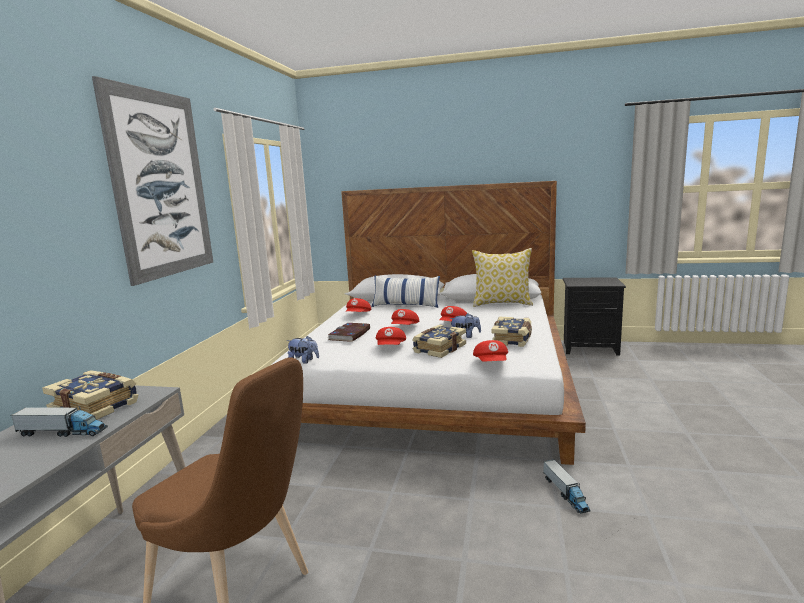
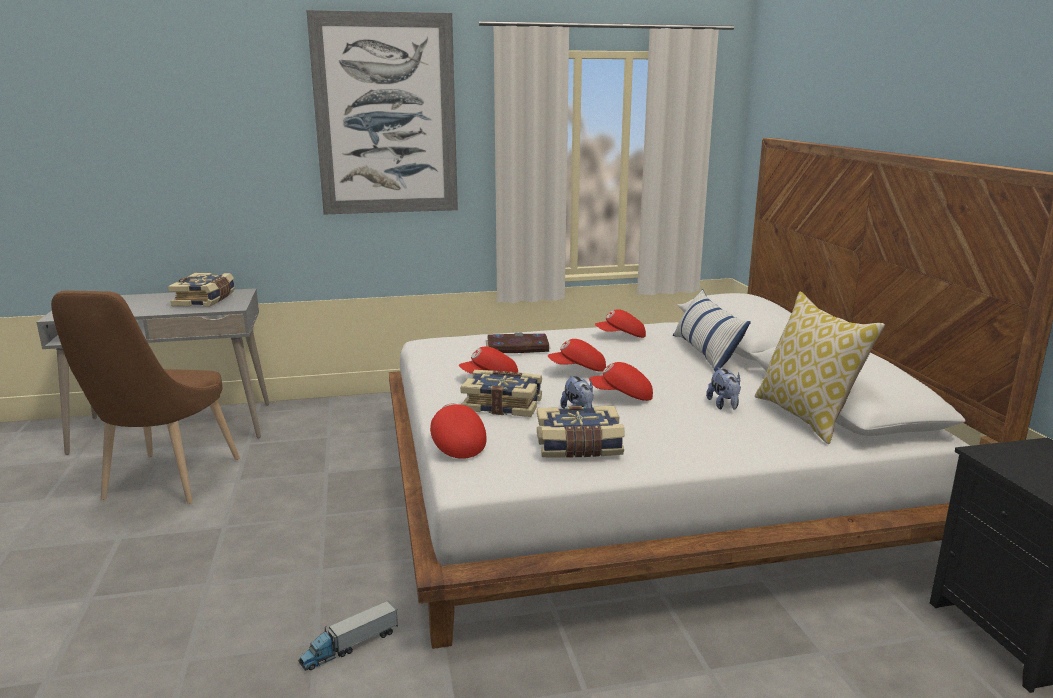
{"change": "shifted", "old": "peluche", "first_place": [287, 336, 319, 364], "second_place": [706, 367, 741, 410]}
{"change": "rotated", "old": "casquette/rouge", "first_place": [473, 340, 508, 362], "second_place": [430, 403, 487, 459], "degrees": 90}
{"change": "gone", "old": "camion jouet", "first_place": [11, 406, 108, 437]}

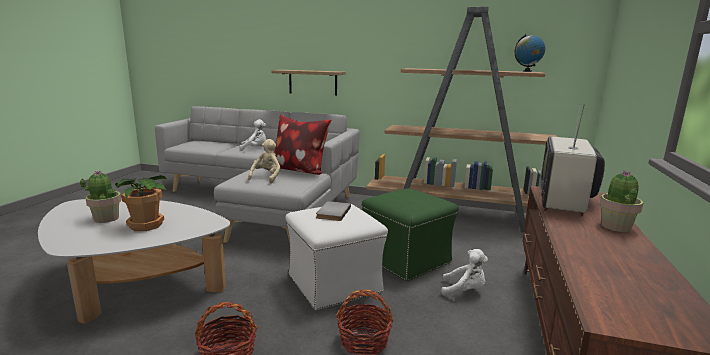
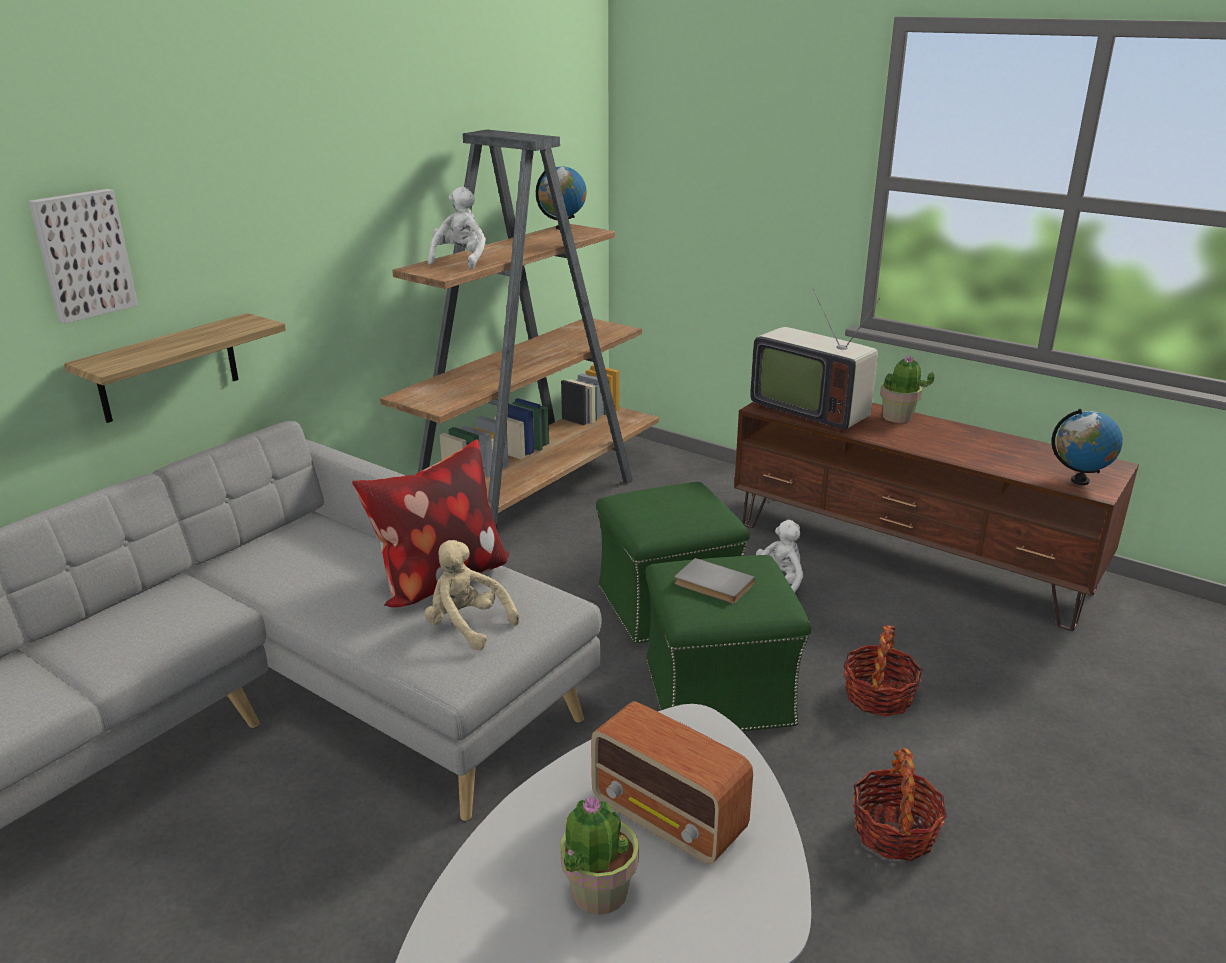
{"change": "shifted", "old": "peluche/blanc", "first_place": [240, 119, 267, 151], "second_place": [428, 187, 486, 269]}
{"change": "swapped", "old": "plante en pot", "new": "radio", "first_place": [115, 175, 167, 231], "second_place": [591, 701, 753, 864]}
{"change": "repainted", "old": "pouf/blanc", "new": "pouf/vert", "first_place": [286, 204, 388, 311], "second_place": [645, 555, 812, 731]}
{"change": "new", "new": "tableau", "second_place": [29, 189, 138, 324]}
{"change": "new", "new": "globe", "second_place": [1052, 409, 1123, 485]}

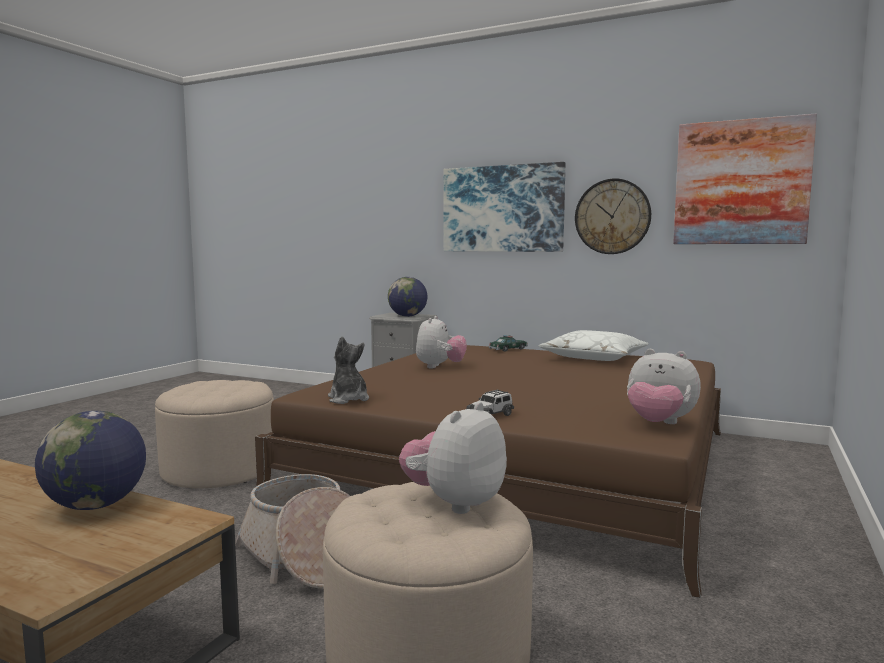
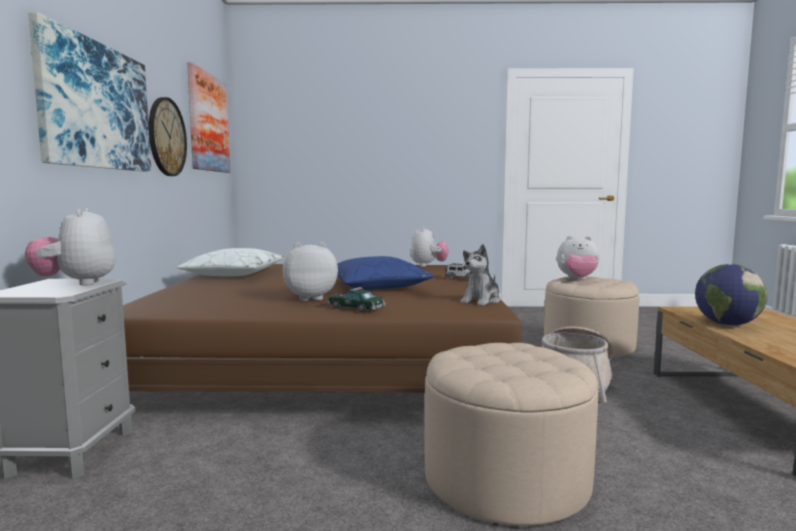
{"change": "swapped", "old": "globe", "new": "peluche", "first_place": [388, 277, 427, 317], "second_place": [25, 208, 116, 286]}
{"change": "shifted", "old": "petite voiture", "first_place": [489, 335, 528, 352], "second_place": [327, 287, 385, 312]}
{"change": "new", "new": "coussin/bleu", "second_place": [337, 256, 434, 290]}

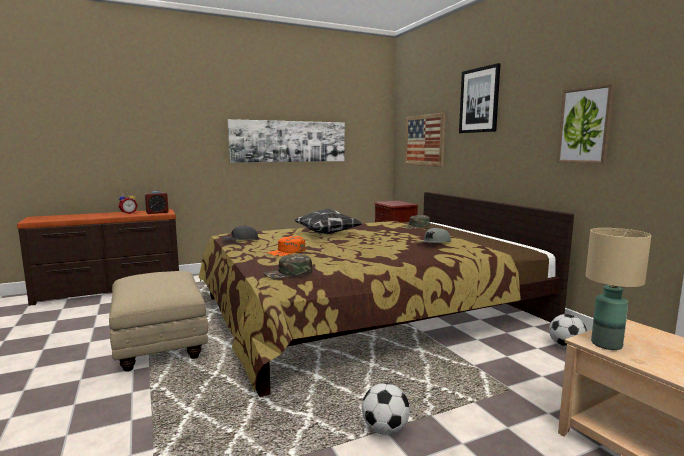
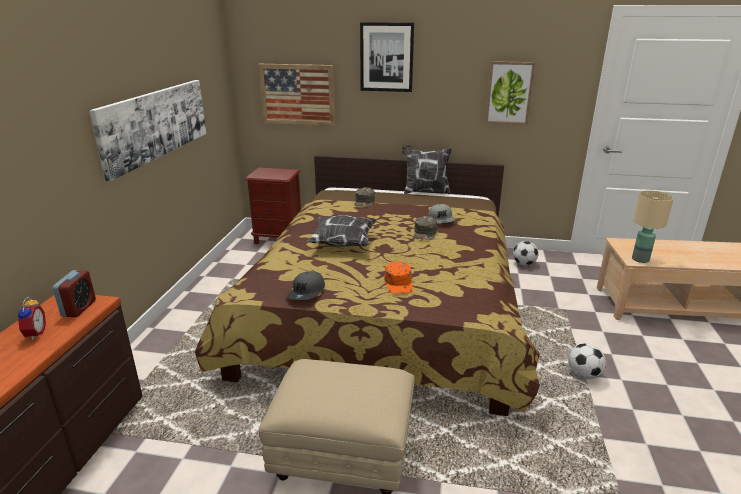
{"change": "shifted", "old": "casquette/vert", "first_place": [263, 254, 312, 279], "second_place": [414, 216, 437, 240]}
{"change": "new", "new": "coussin", "second_place": [402, 145, 452, 194]}

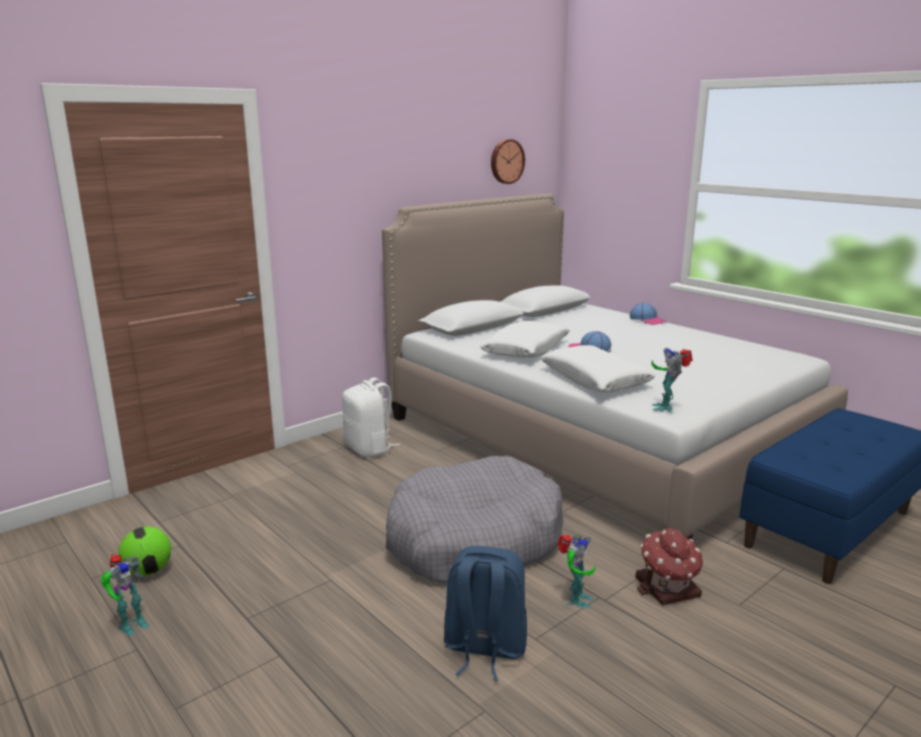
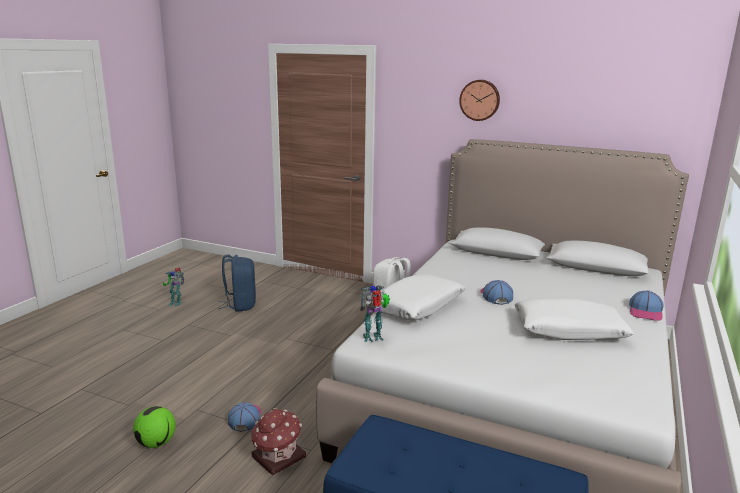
{"change": "shifted", "old": "horloge murale", "first_place": [491, 139, 525, 184], "second_place": [459, 80, 500, 121]}
{"change": "shifted", "old": "coussin/blanc", "first_place": [480, 321, 570, 358], "second_place": [514, 298, 634, 340]}
{"change": "gone", "old": "panier pour chien/gris", "first_place": [386, 456, 563, 583]}
{"change": "shifted", "old": "ballon de foot", "first_place": [118, 526, 171, 576], "second_place": [133, 406, 176, 448]}
{"change": "swapped", "old": "robot jouet", "new": "casquette", "first_place": [557, 534, 596, 608], "second_place": [228, 402, 261, 432]}
{"change": "shifted", "old": "sac à dos/bleu", "first_place": [444, 546, 527, 681], "second_place": [218, 255, 256, 312]}

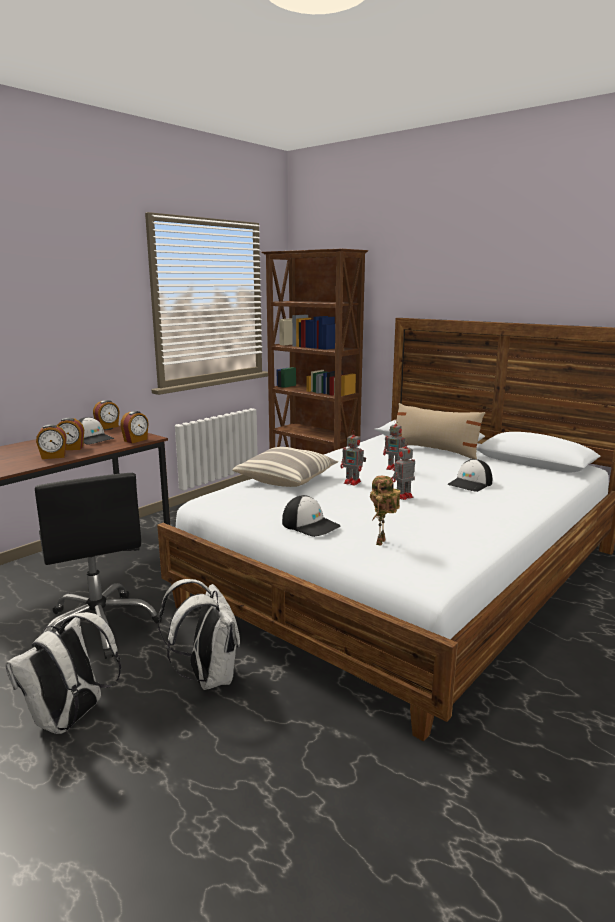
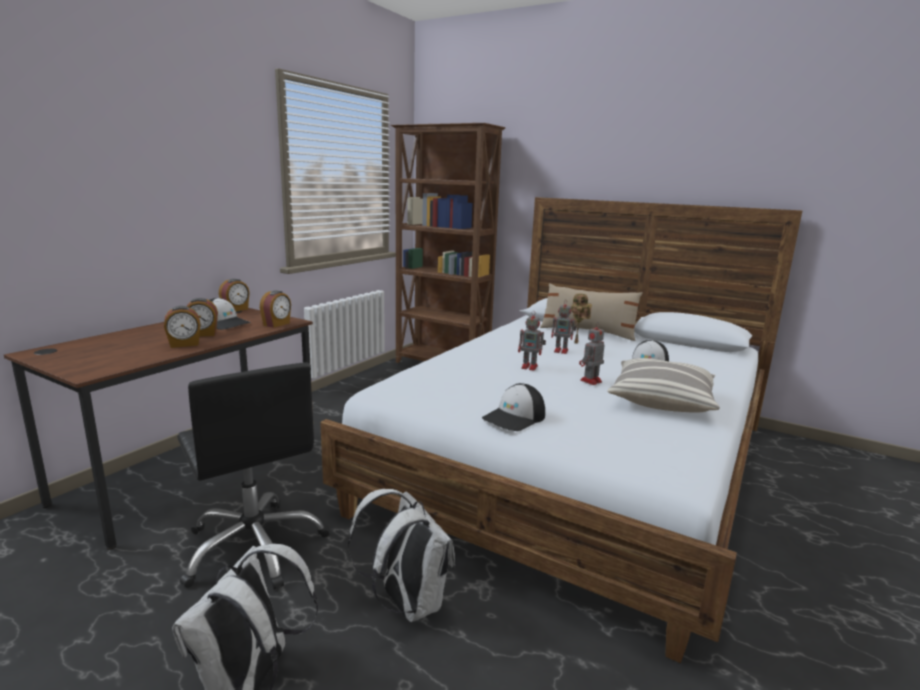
{"change": "shifted", "old": "coussin", "first_place": [232, 447, 339, 487], "second_place": [607, 358, 720, 413]}
{"change": "shifted", "old": "robot jouet", "first_place": [370, 476, 401, 546], "second_place": [571, 294, 592, 344]}
{"change": "rotated", "old": "casquette", "first_place": [282, 495, 340, 537], "second_place": [482, 383, 545, 431], "degrees": 105}

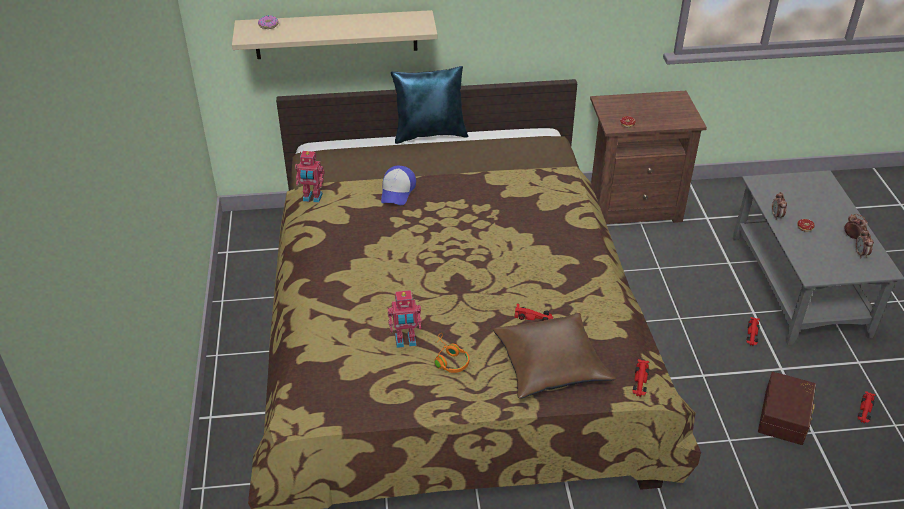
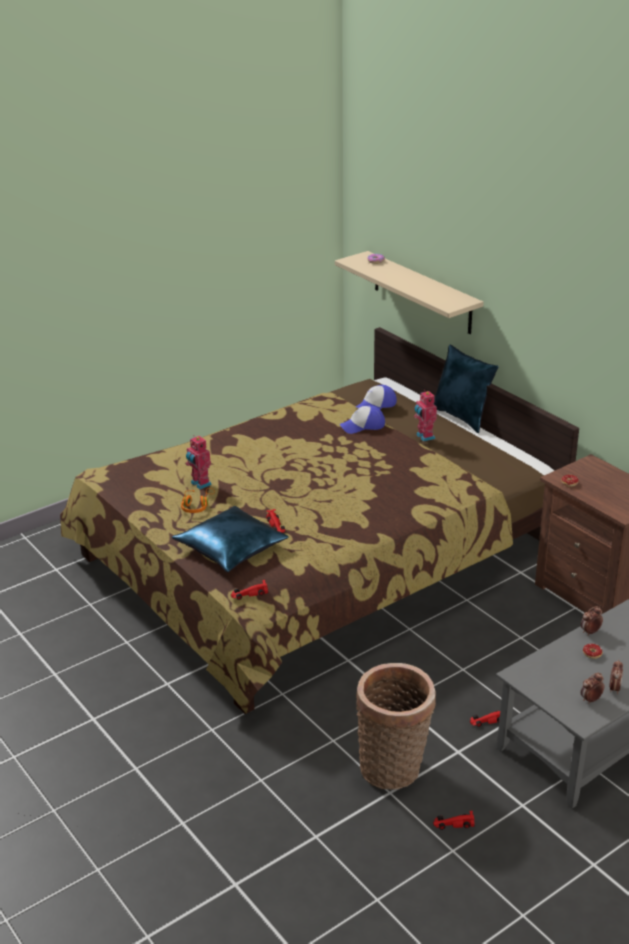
{"change": "shifted", "old": "robot jouet", "first_place": [295, 151, 325, 203], "second_place": [414, 390, 437, 442]}
{"change": "repainted", "old": "coussin/marron", "new": "coussin/bleu", "first_place": [493, 313, 616, 399], "second_place": [172, 506, 289, 572]}
{"change": "swapped", "old": "boîte de rangement/marron", "new": "panier", "first_place": [758, 372, 816, 445], "second_place": [356, 663, 436, 790]}
{"change": "new", "new": "casquette", "second_place": [356, 385, 397, 409]}

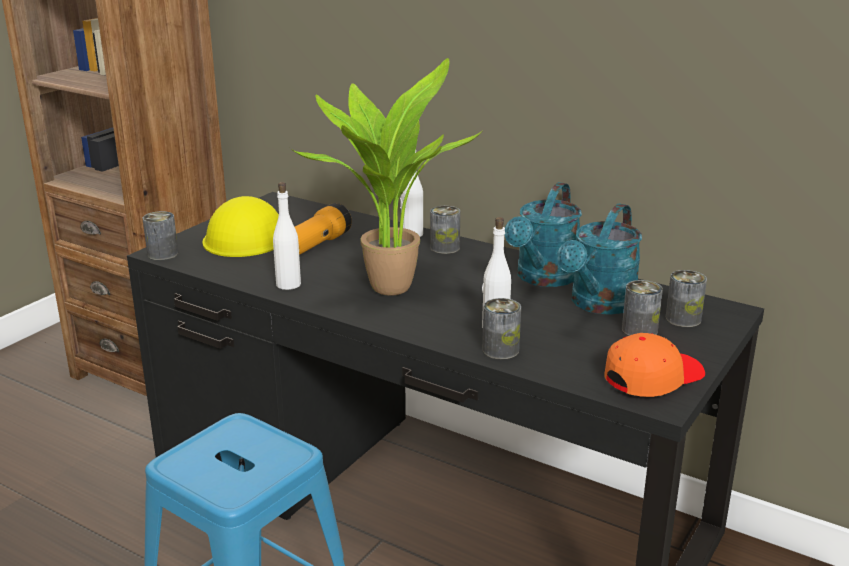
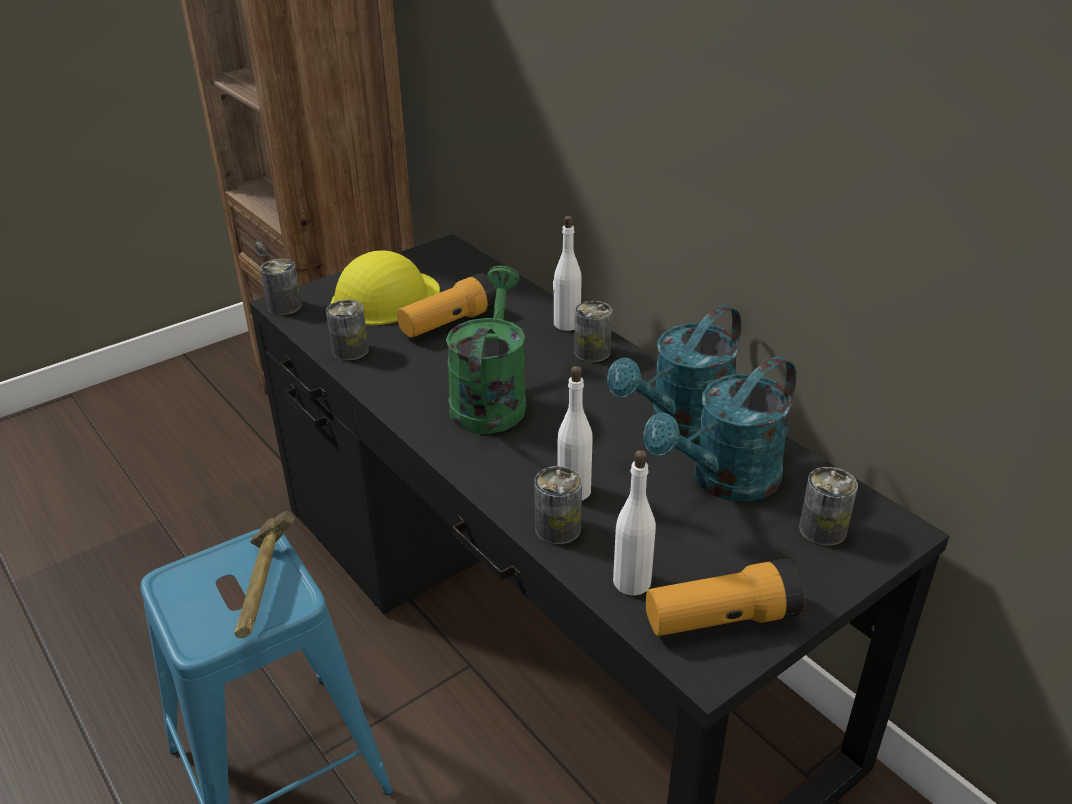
{"change": "swapped", "old": "plante en pot", "new": "arrosoir/vert", "first_place": [290, 58, 484, 296], "second_place": [446, 266, 526, 434]}
{"change": "shifted", "old": "bouteille/blanc", "first_place": [273, 182, 301, 290], "second_place": [613, 450, 656, 596]}
{"change": "shifted", "old": "boîte métallique", "first_place": [622, 280, 663, 336], "second_place": [326, 300, 369, 361]}
{"change": "swapped", "old": "casquette/orange", "new": "lampe de poche", "first_place": [604, 333, 705, 397], "second_place": [646, 559, 805, 636]}
{"change": "new", "new": "marteau", "second_place": [235, 511, 295, 638]}

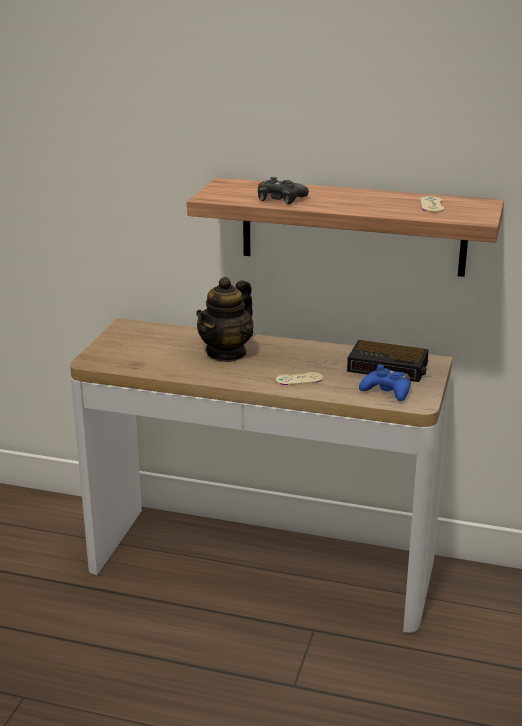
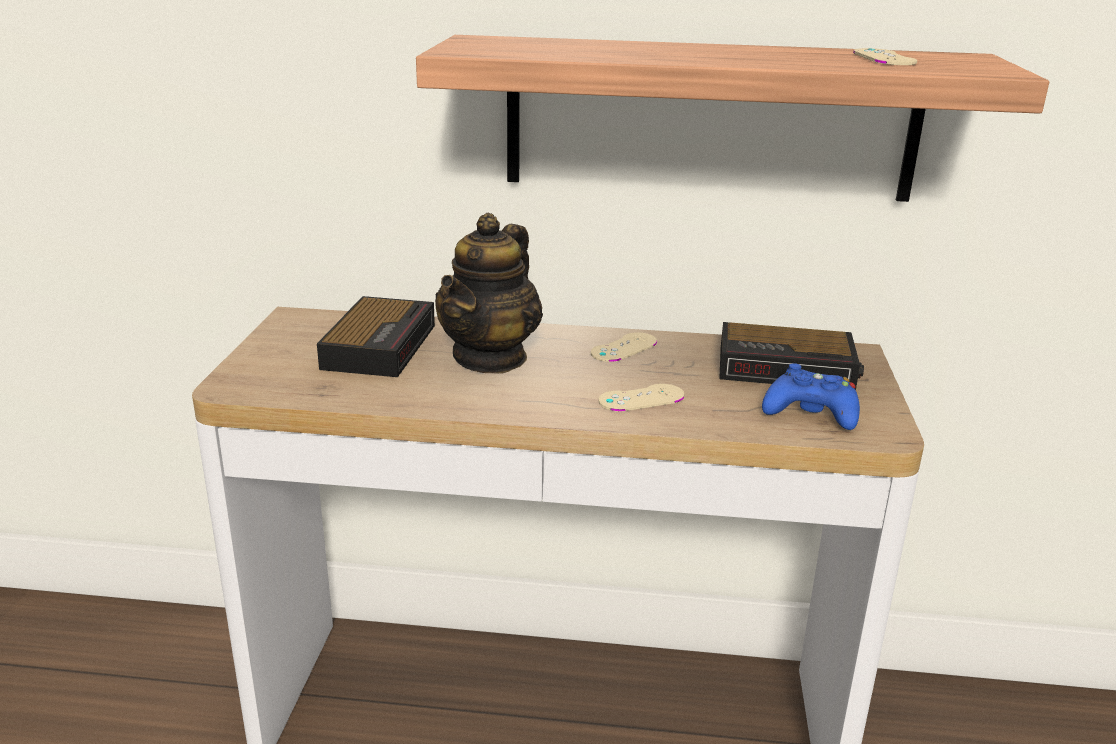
{"change": "gone", "old": "manette/noir", "first_place": [258, 177, 309, 204]}
{"change": "new", "new": "réveil", "second_place": [317, 296, 435, 377]}
{"change": "new", "new": "manette/beige", "second_place": [591, 332, 657, 362]}

